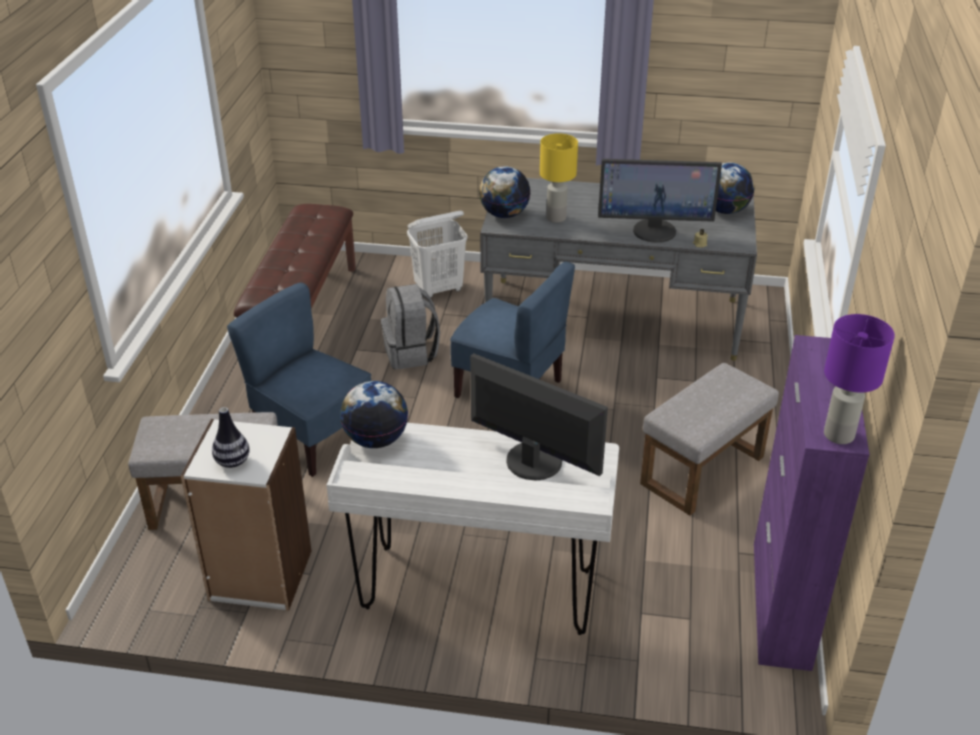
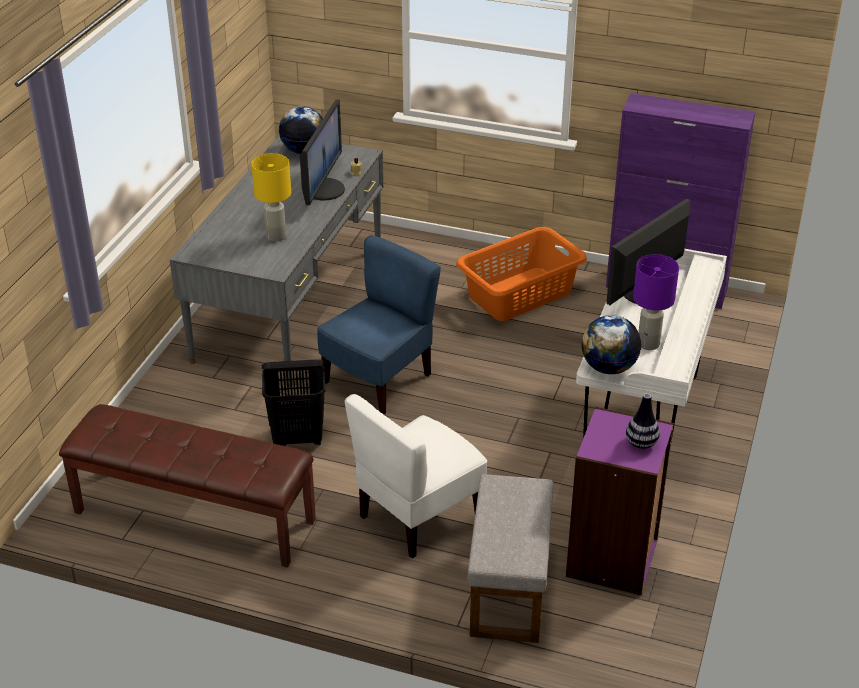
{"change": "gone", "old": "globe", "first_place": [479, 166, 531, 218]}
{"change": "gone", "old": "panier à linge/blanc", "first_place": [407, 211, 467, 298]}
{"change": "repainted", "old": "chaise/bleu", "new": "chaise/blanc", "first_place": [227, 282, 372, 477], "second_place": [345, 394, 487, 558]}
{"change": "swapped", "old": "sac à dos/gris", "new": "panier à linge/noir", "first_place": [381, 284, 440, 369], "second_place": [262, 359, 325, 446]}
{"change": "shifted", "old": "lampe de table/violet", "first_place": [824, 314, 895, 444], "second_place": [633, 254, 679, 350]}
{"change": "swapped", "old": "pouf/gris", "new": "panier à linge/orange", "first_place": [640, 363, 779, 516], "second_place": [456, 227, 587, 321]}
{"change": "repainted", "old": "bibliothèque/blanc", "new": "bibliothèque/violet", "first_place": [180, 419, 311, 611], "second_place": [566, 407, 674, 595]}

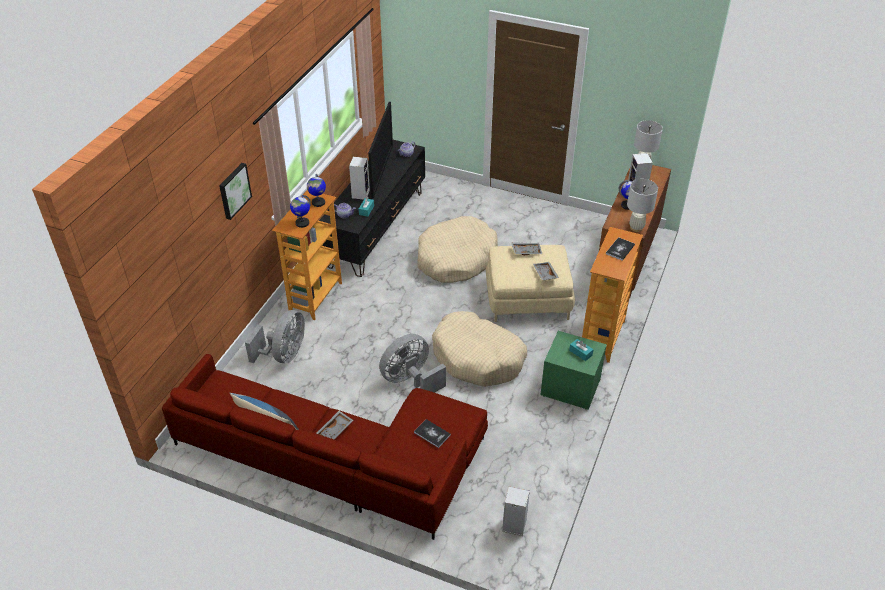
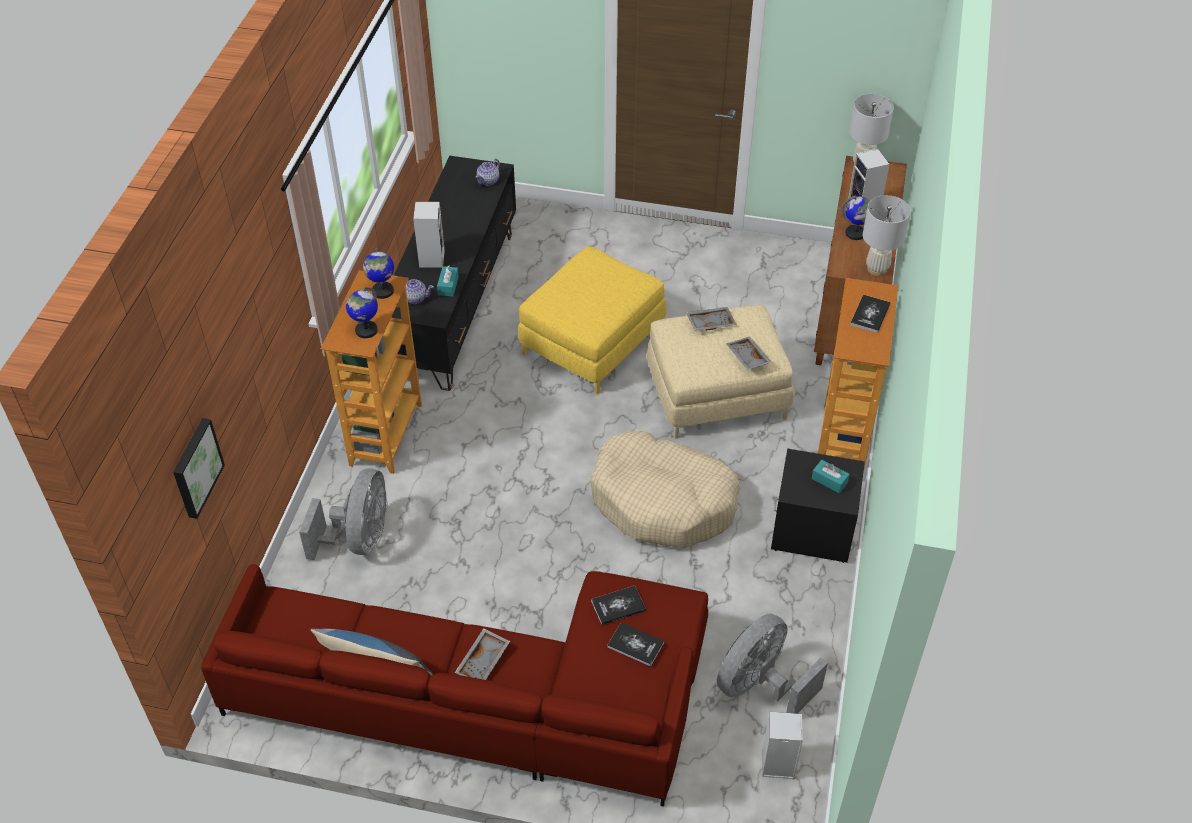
{"change": "gone", "old": "téléviseur", "first_place": [368, 102, 393, 199]}
{"change": "shifted", "old": "tableau", "first_place": [219, 163, 252, 220], "second_place": [173, 418, 225, 519]}
{"change": "swapped", "old": "panier pour chien/beige", "new": "pouf/jaune", "first_place": [417, 216, 498, 283], "second_place": [518, 246, 667, 395]}
{"change": "repainted", "old": "table de chevet/vert", "new": "table de chevet/noir", "first_place": [541, 331, 607, 410], "second_place": [771, 449, 865, 563]}
{"change": "shifted", "old": "ventilateur/gris", "first_place": [379, 334, 446, 393], "second_place": [717, 613, 828, 714]}
{"change": "new", "new": "livre", "second_place": [591, 586, 646, 625]}

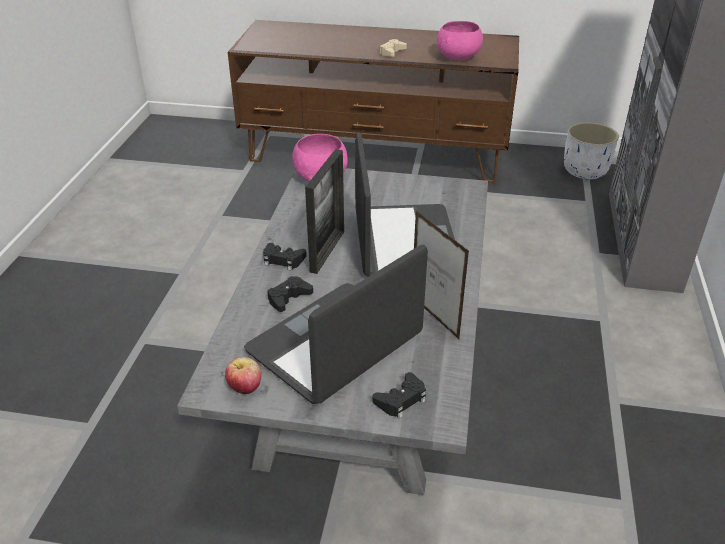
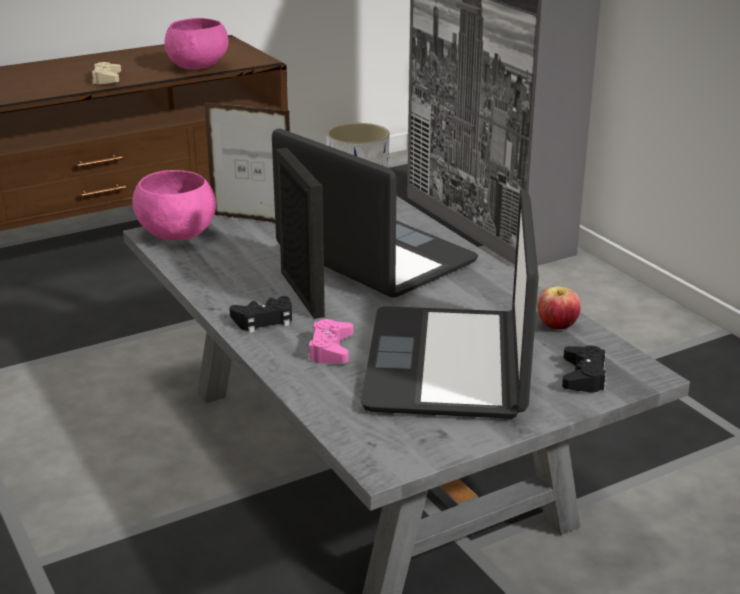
{"change": "shifted", "old": "cadre photo", "first_place": [414, 211, 469, 339], "second_place": [204, 102, 290, 223]}
{"change": "repainted", "old": "manette/noir", "new": "manette/rose", "first_place": [267, 276, 313, 312], "second_place": [308, 319, 353, 363]}
{"change": "shifted", "old": "pomme", "first_place": [225, 357, 261, 394], "second_place": [537, 286, 581, 329]}

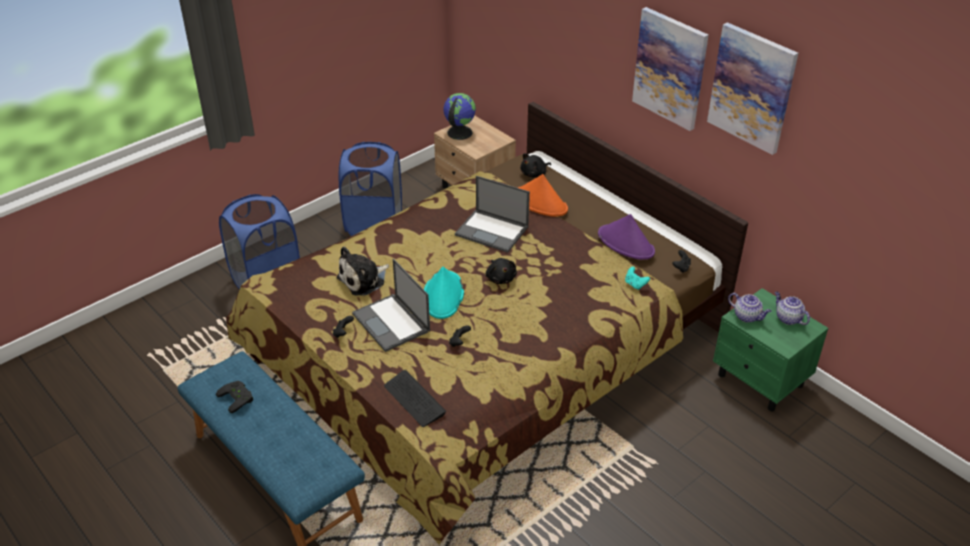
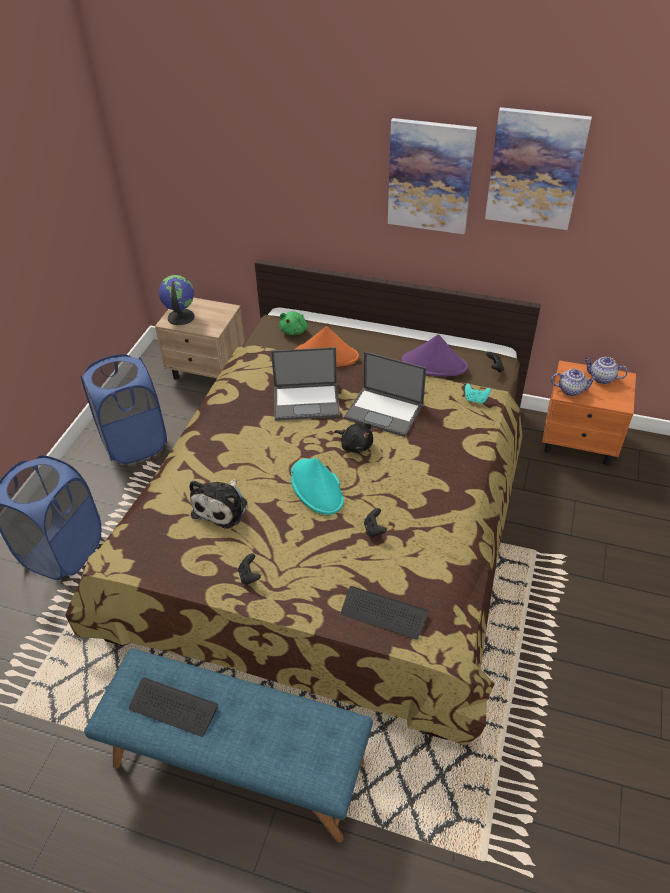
{"change": "repainted", "old": "peluche/noir", "new": "peluche/vert", "first_place": [520, 153, 551, 178], "second_place": [279, 311, 308, 335]}
{"change": "shifted", "old": "ordinateur portable", "first_place": [352, 259, 430, 352], "second_place": [344, 351, 426, 437]}
{"change": "repainted", "old": "table de chevet/vert", "new": "table de chevet/orange", "first_place": [713, 288, 829, 411], "second_place": [542, 360, 636, 465]}
{"change": "swapped", "old": "manette/noir", "new": "clavier", "first_place": [216, 381, 253, 413], "second_place": [129, 677, 218, 737]}

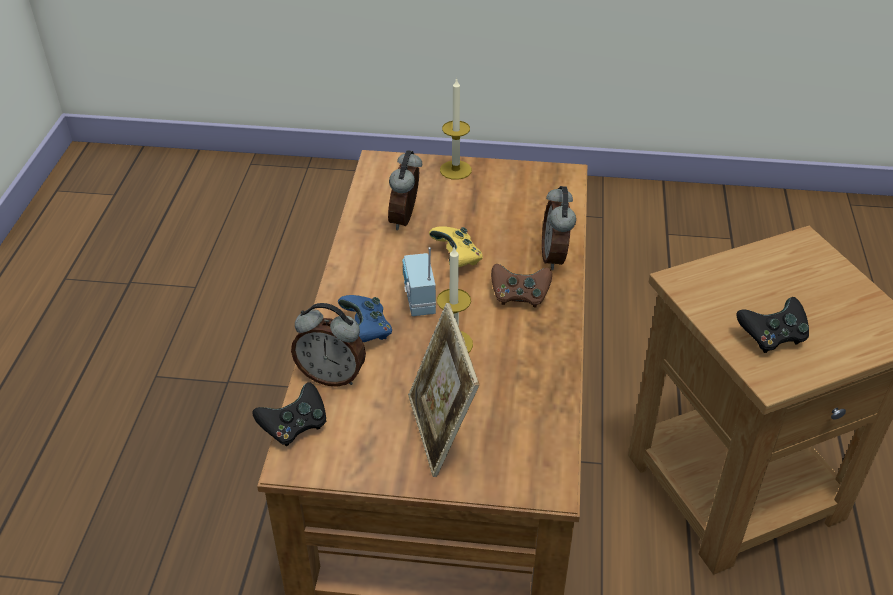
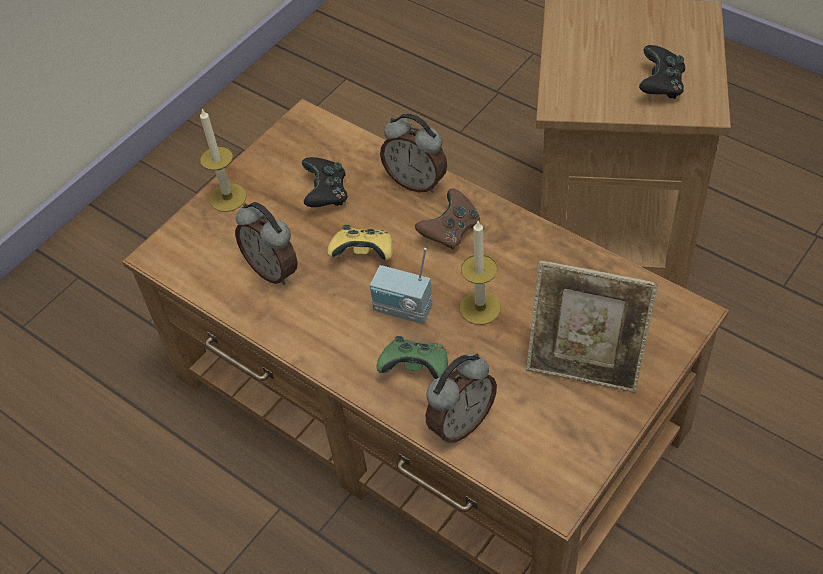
{"change": "repainted", "old": "manette/bleu", "new": "manette/vert", "first_place": [338, 295, 392, 342], "second_place": [376, 336, 448, 379]}
{"change": "shifted", "old": "manette/noir", "first_place": [253, 382, 326, 446], "second_place": [302, 157, 347, 207]}

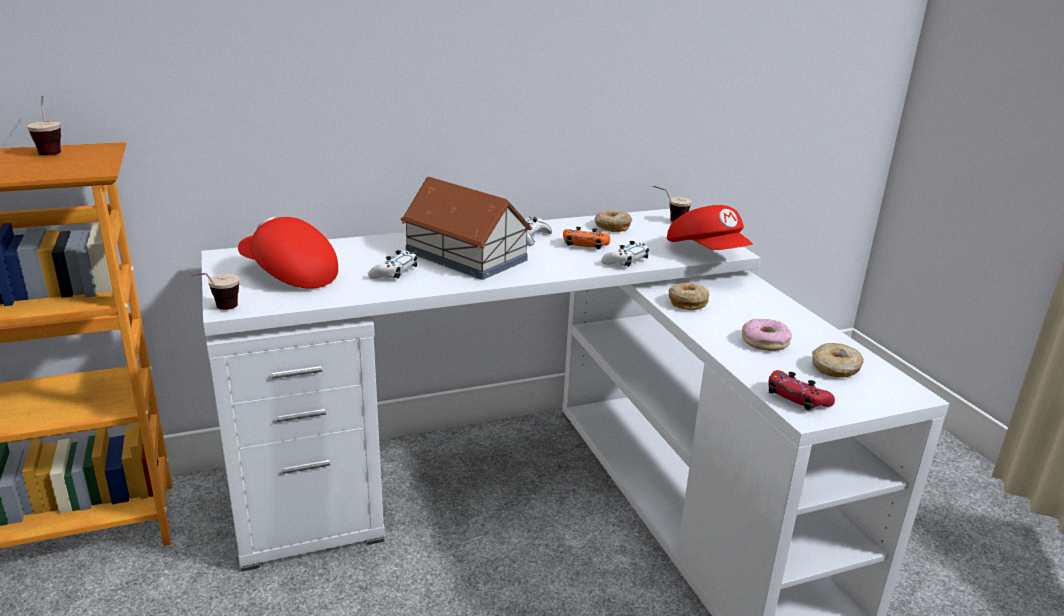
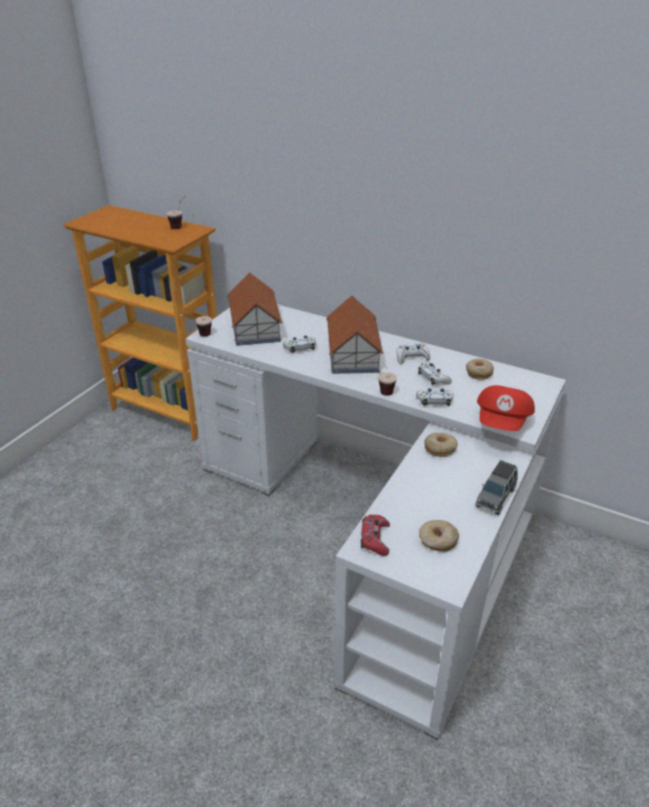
{"change": "shifted", "old": "tasse", "first_place": [653, 186, 692, 222], "second_place": [369, 358, 397, 396]}
{"change": "swapped", "old": "casquette/rouge", "new": "maison miniature", "first_place": [238, 216, 338, 289], "second_place": [227, 272, 283, 346]}
{"change": "repainted", "old": "manette/orange", "new": "manette/blanc", "first_place": [563, 227, 610, 249], "second_place": [418, 362, 452, 385]}
{"change": "gone", "old": "beignet", "first_place": [742, 319, 792, 351]}
{"change": "new", "new": "petite voiture/gris", "second_place": [475, 460, 518, 516]}

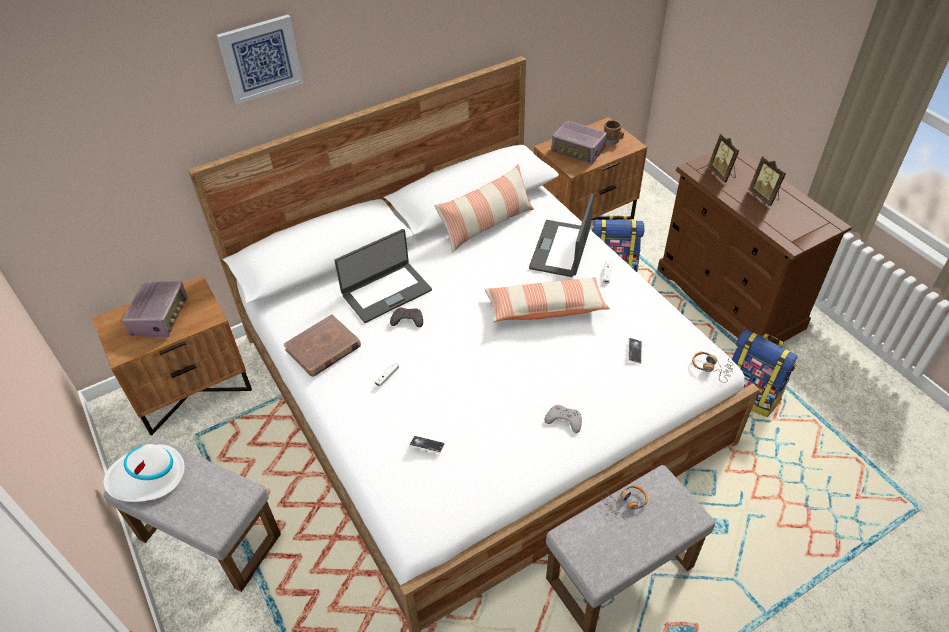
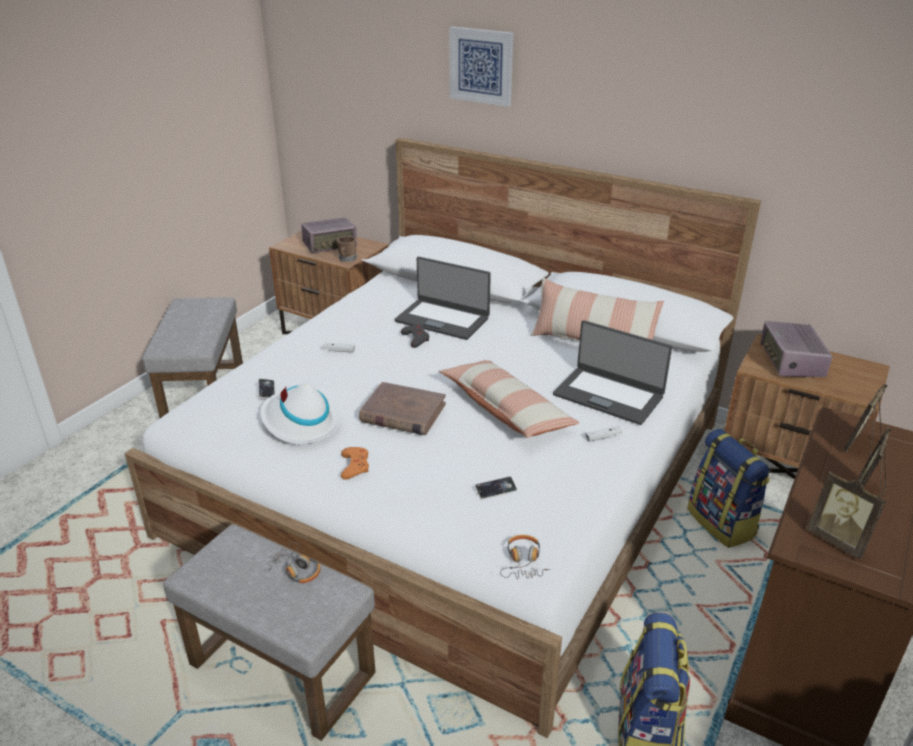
{"change": "shifted", "old": "mug/marron", "first_place": [604, 120, 624, 145], "second_place": [337, 236, 357, 262]}
{"change": "rotated", "old": "ordinateur portable", "first_place": [529, 194, 594, 277], "second_place": [553, 320, 672, 425], "degrees": -135}
{"change": "shifted", "old": "livre/marron", "first_place": [284, 314, 361, 377], "second_place": [359, 382, 446, 435]}
{"change": "repainted", "old": "manette/gris", "new": "manette/orange", "first_place": [544, 405, 582, 433], "second_place": [341, 447, 369, 480]}
{"change": "shifted", "old": "chapeau/blanc", "first_place": [103, 444, 184, 502], "second_place": [260, 383, 342, 444]}
{"change": "new", "new": "cadre photo", "second_place": [807, 471, 887, 560]}

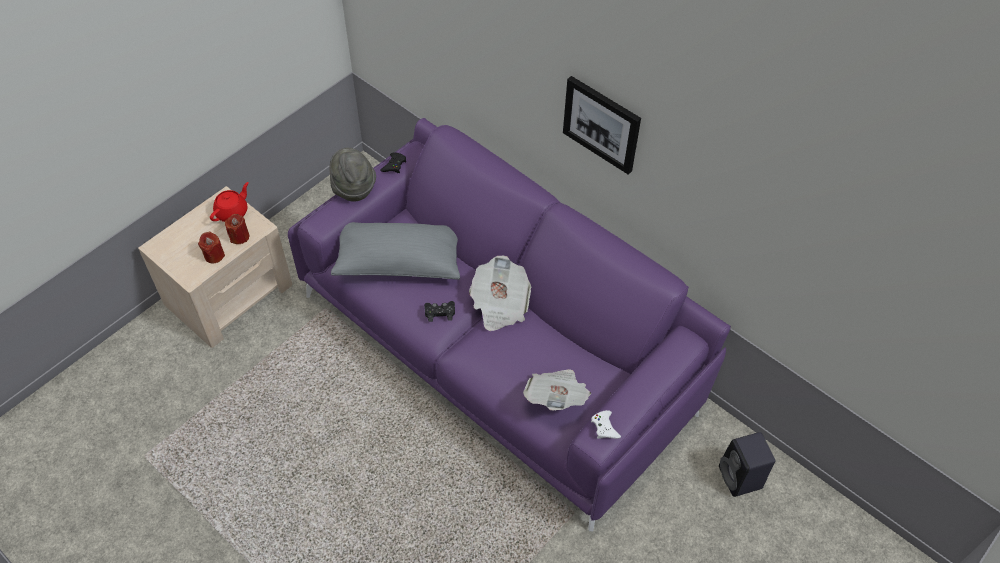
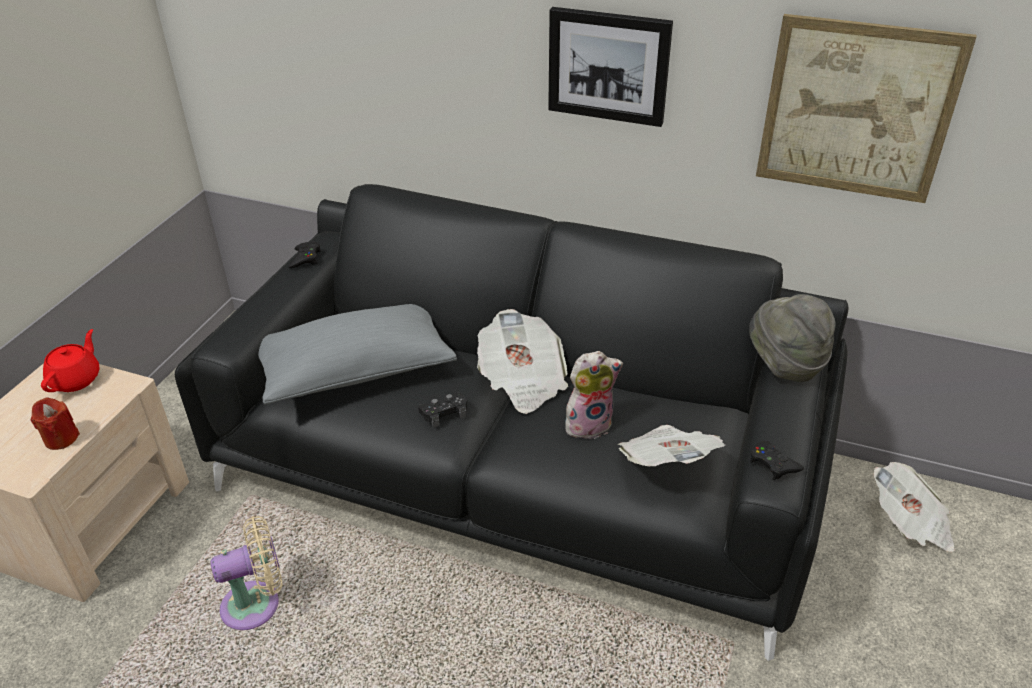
{"change": "repainted", "old": "canapé/violet", "new": "canapé/noir", "first_place": [288, 118, 731, 531], "second_place": [175, 184, 849, 661]}
{"change": "shifted", "old": "chapeau/gris", "first_place": [330, 148, 376, 202], "second_place": [749, 294, 836, 382]}
{"change": "gone", "old": "bougie/rouge", "first_place": [225, 214, 249, 244]}
{"change": "repainted", "old": "manette/blanc", "new": "manette/noir", "first_place": [591, 410, 621, 439], "second_place": [750, 440, 804, 480]}
{"change": "swapped", "old": "enceinte/noir", "new": "journal", "first_place": [719, 432, 775, 497], "second_place": [874, 462, 955, 552]}
{"change": "new", "new": "tableau", "second_place": [756, 14, 976, 203]}
{"change": "new", "new": "peluche", "second_place": [565, 351, 623, 439]}
{"change": "new", "new": "ventilateur/beige", "second_place": [210, 516, 282, 630]}

